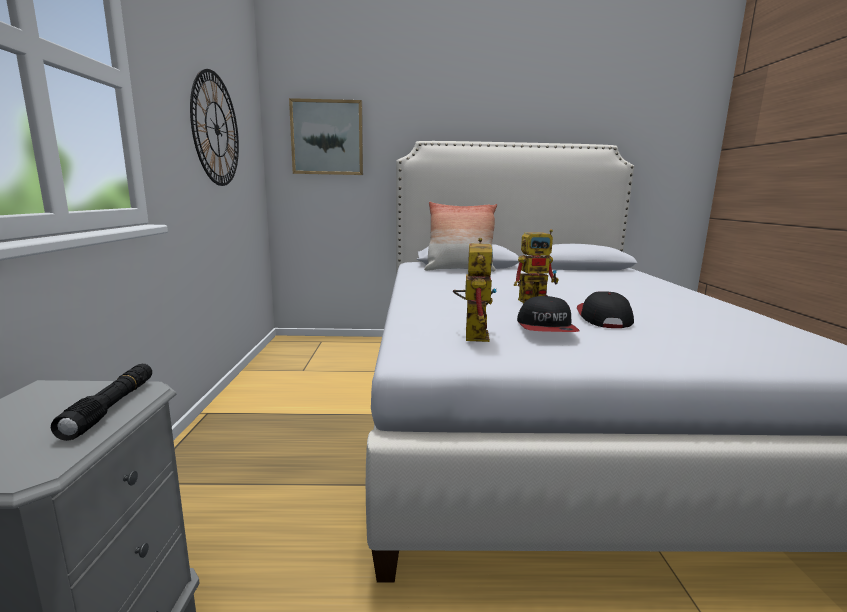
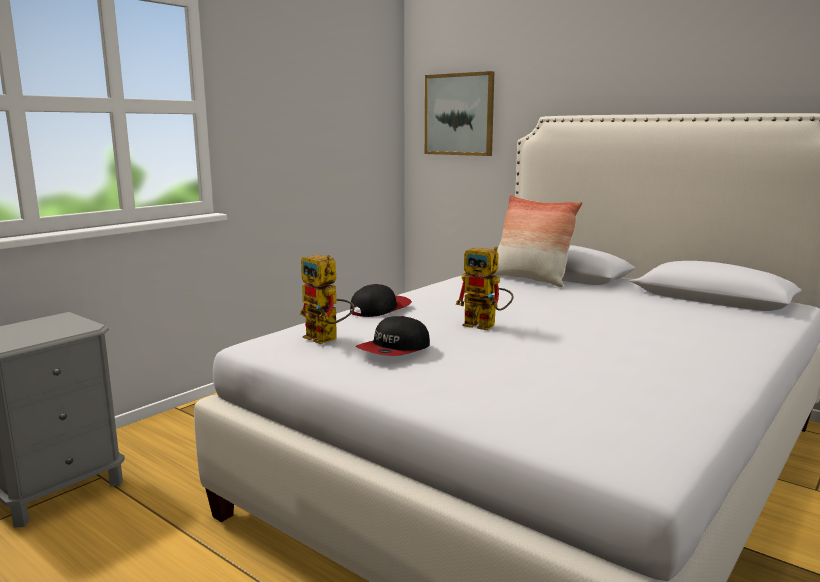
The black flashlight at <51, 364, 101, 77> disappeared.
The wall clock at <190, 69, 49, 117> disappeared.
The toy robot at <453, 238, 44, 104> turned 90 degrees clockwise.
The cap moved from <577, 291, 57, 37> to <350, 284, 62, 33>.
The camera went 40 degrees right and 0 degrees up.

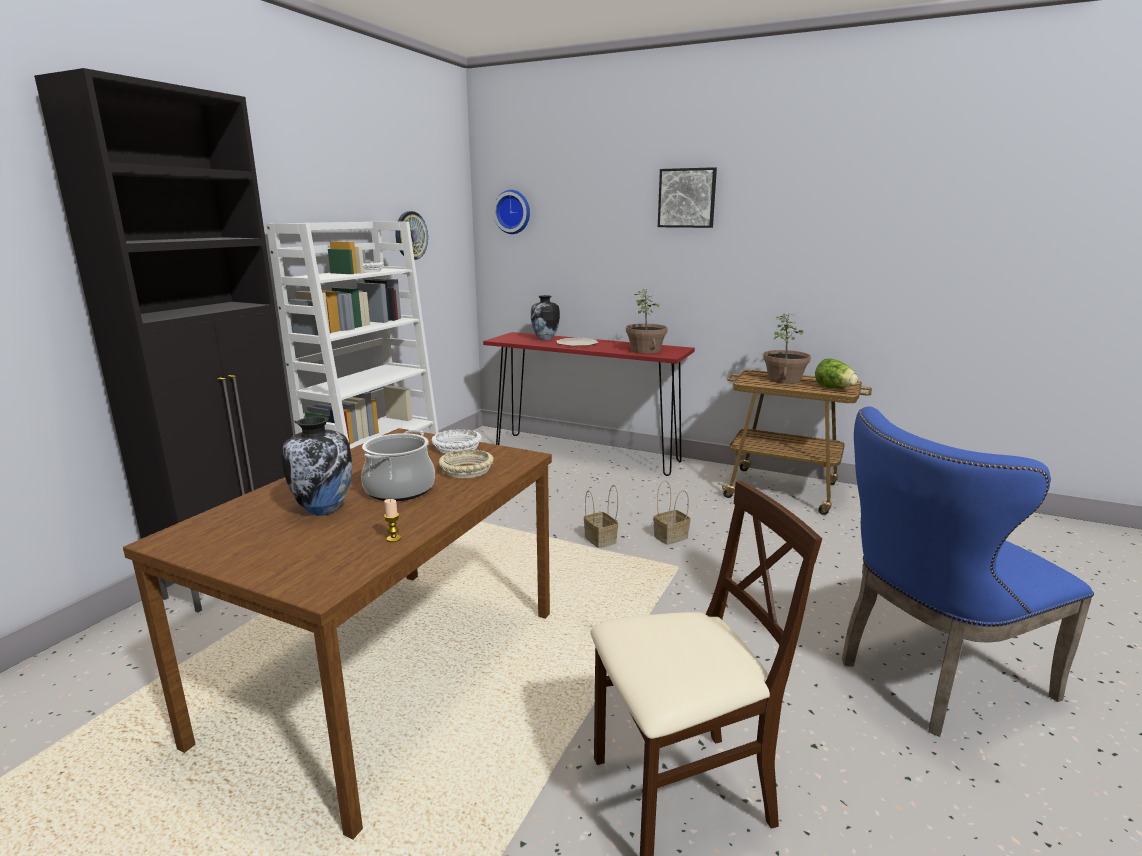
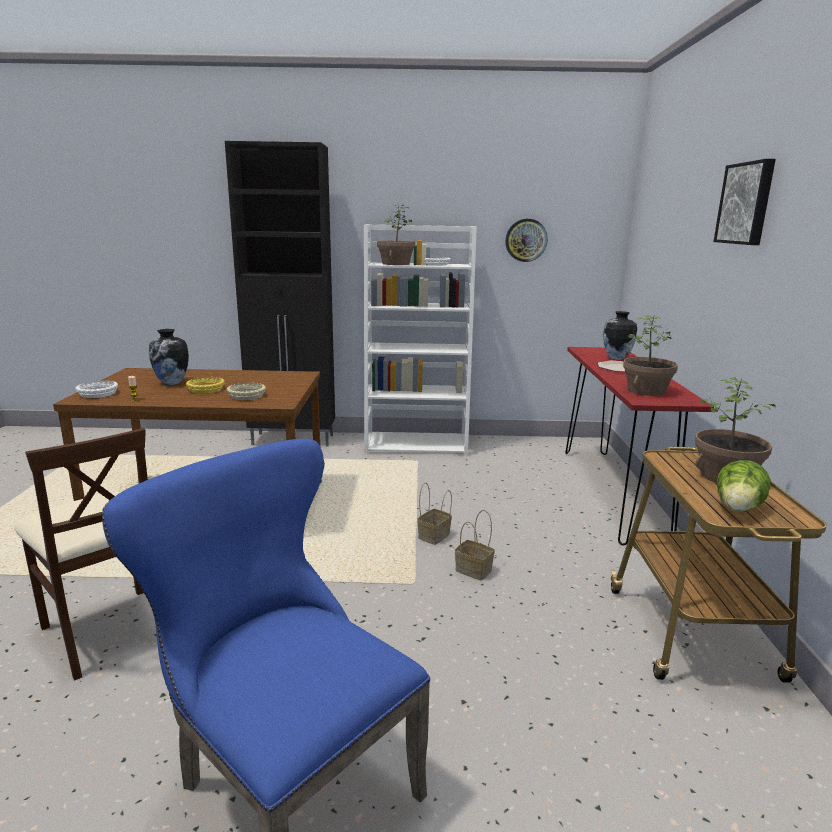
The cooking pot at <361, 430, 74, 71> was replaced by the yellow bowl at <186, 377, 39, 17>.
The white bowl moved from <431, 429, 51, 25> to <75, 380, 43, 18>.
The wall clock at <493, 190, 37, 44> disappeared.
The potted plant at <377, 204, 38, 61> appeared.
The camera went 65 degrees right and 0 degrees up.

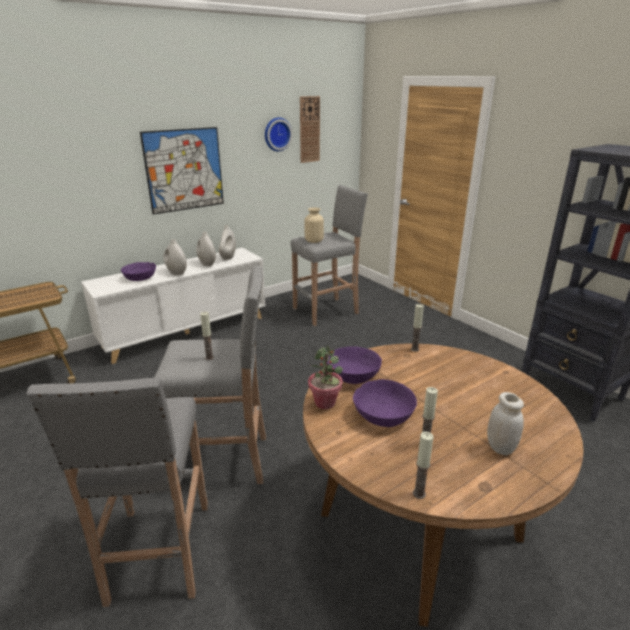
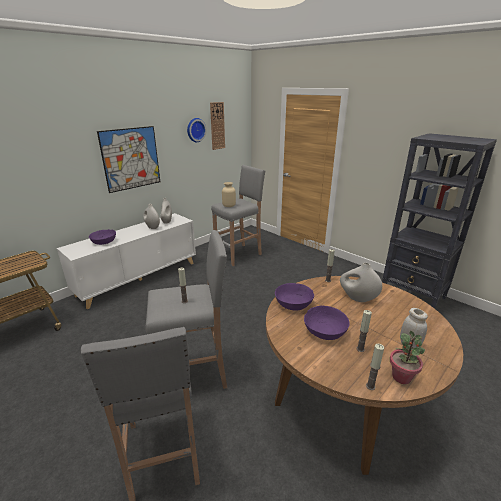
The white vase moved from <164, 239, 23, 36> to <340, 262, 42, 40>.
The potted plant moved from <308, 346, 35, 63> to <390, 331, 35, 53>.
The camera went 10 degrees left and 0 degrees up.

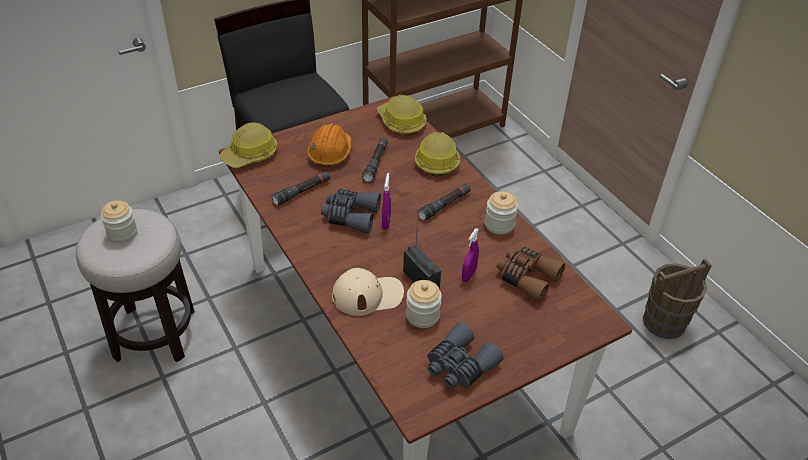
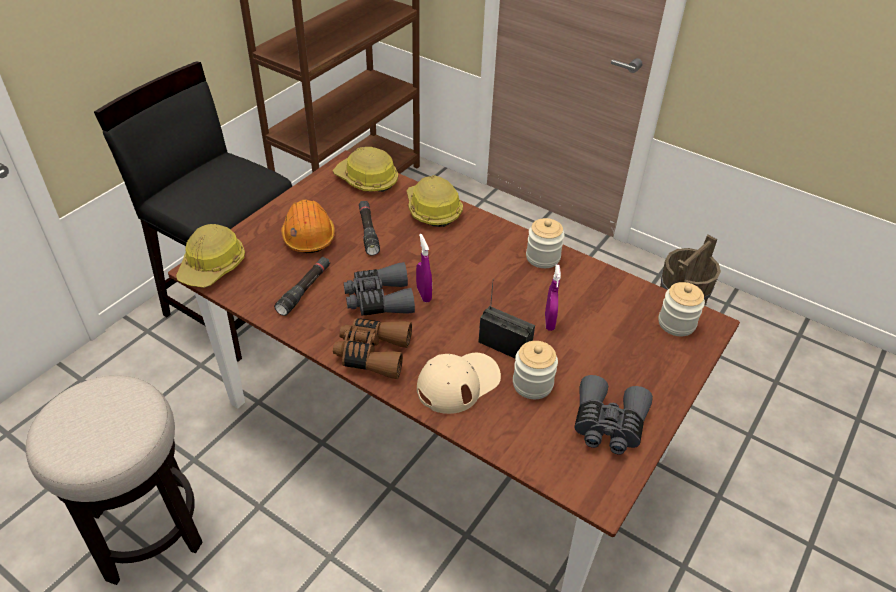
The jar moved from <101, 200, 36, 43> to <659, 282, 46, 54>.
The black flashlight at <418, 183, 53, 38> disappeared.
The brown binoculars moved from <497, 246, 69, 57> to <333, 318, 79, 61>.
The camera went 25 degrees left and 0 degrees up.

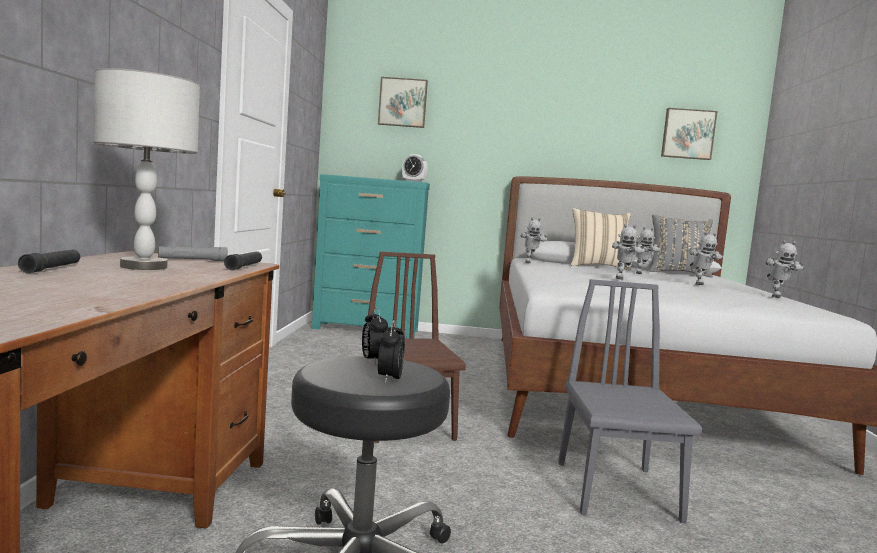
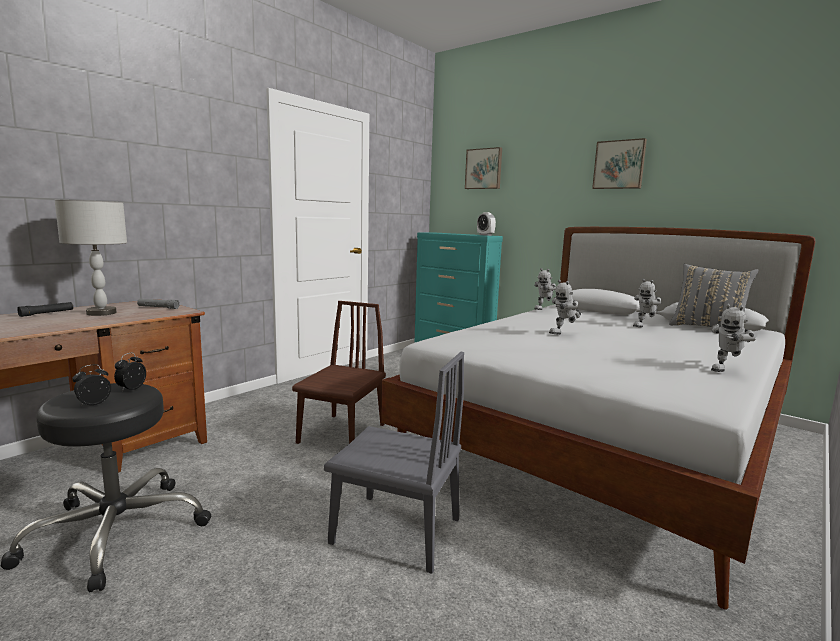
The black flashlight at <224, 251, 38, 19> disappeared.
The grey chair at <558, 279, 144, 244> turned 75 degrees clockwise.
The beige pillow at <571, 208, 60, 63> disappeared.
The picture moved from <661, 108, 56, 52> to <592, 138, 55, 51>.
The toy robot at <689, 232, 34, 53> disappeared.
The camera went 35 degrees right and 5 degrees up.

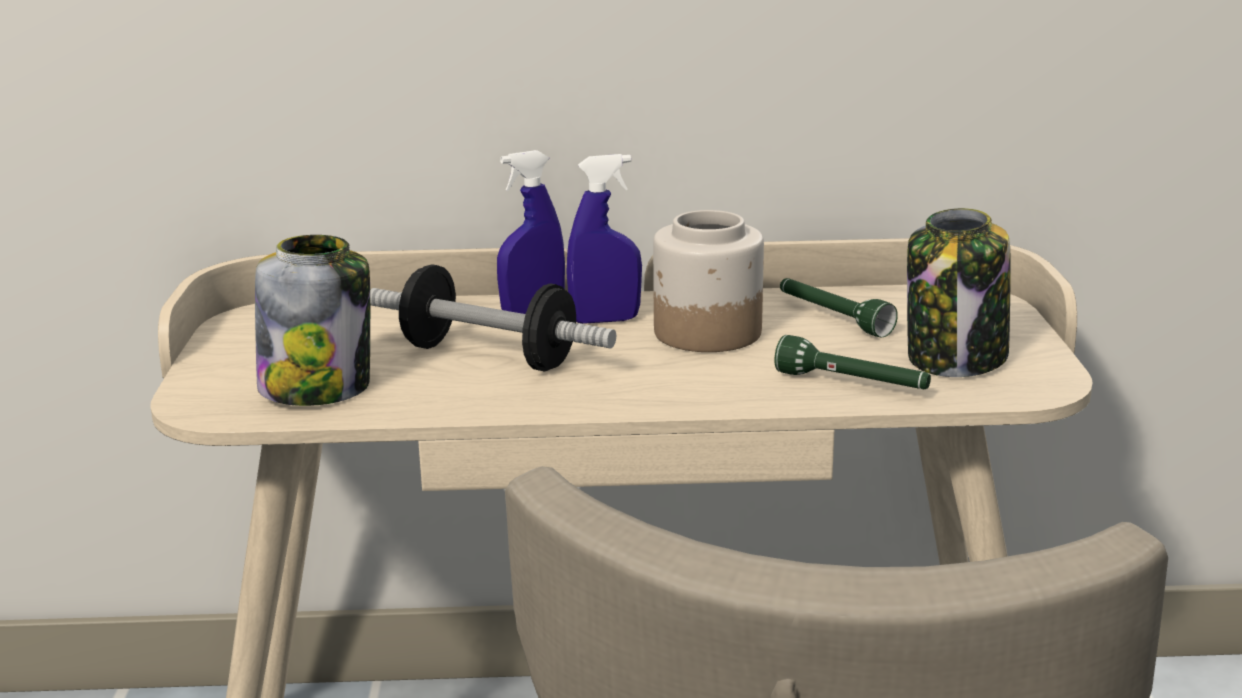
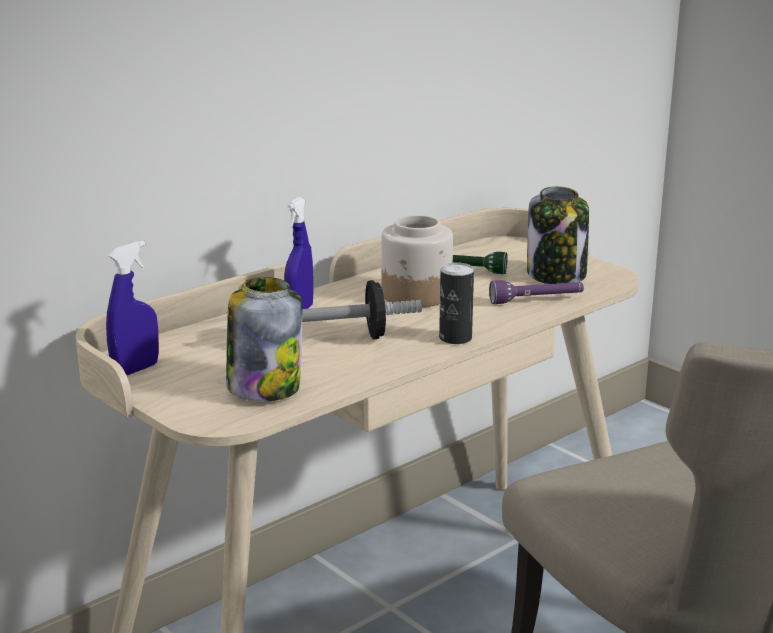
The blue spray bottle moved from <566, 154, 76, 170> to <106, 241, 53, 134>.
The green flashlight at <774, 335, 157, 54> became the purple flashlight at <489, 280, 95, 24>.
The can at <439, 262, 35, 82> appeared.
The camera went 40 degrees left and 0 degrees up.

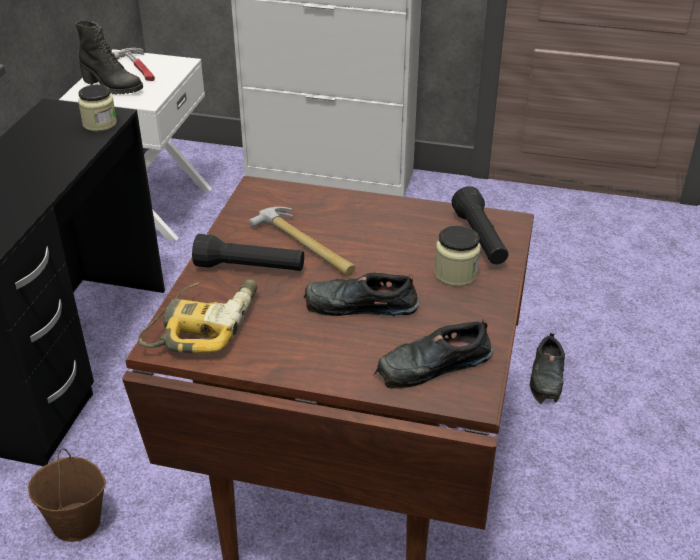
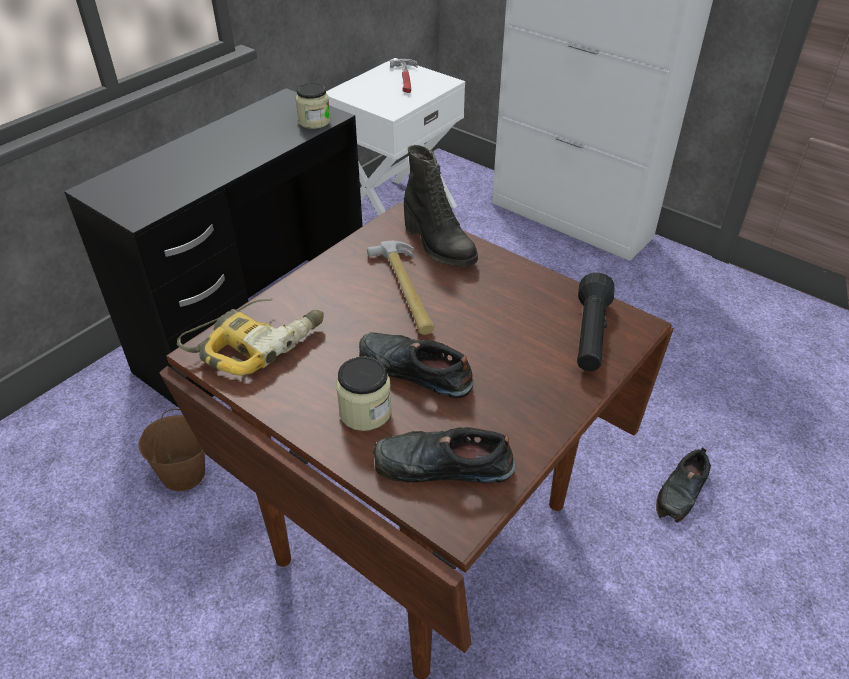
The black boot moved from <75, 21, 68, 73> to <404, 145, 74, 122>.
The black flashlight at <192, 234, 112, 37> disappeared.
The jar moved from <435, 226, 46, 60> to <336, 357, 56, 74>.
The camera went 25 degrees right and 5 degrees up.

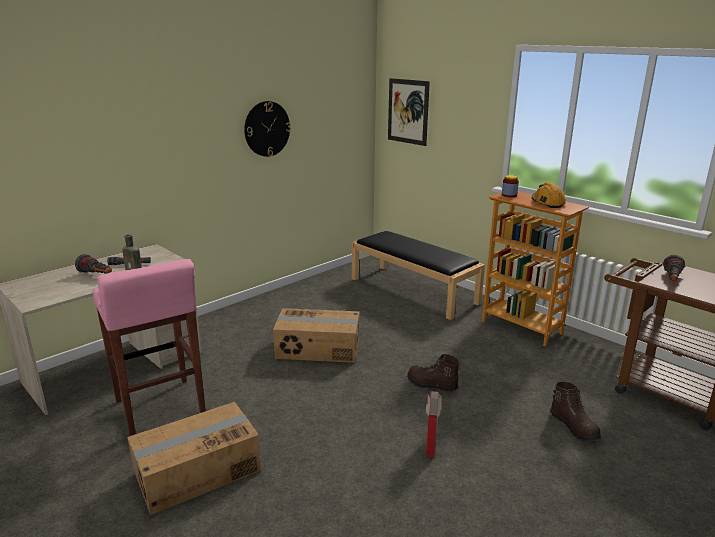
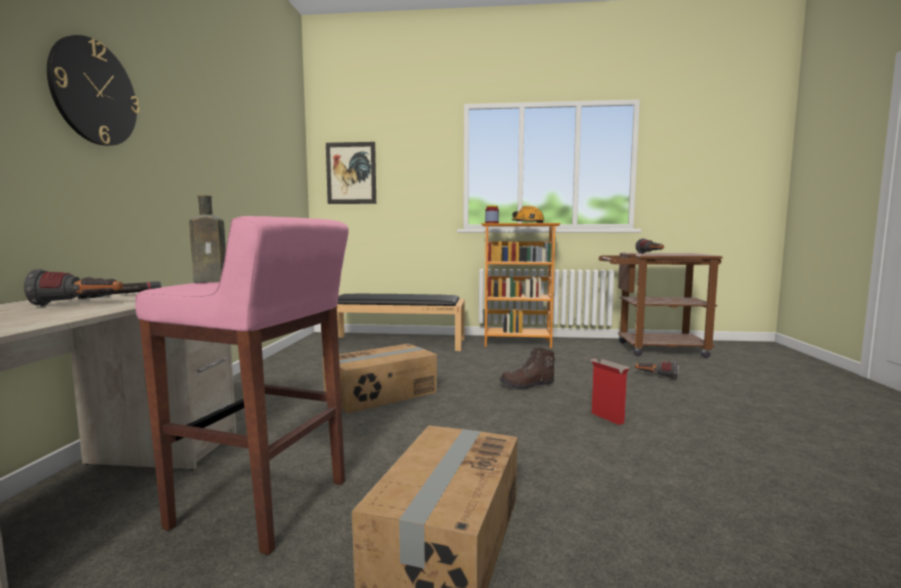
The wall clock moved from <244, 101, 47, 56> to <47, 35, 92, 111>.
The brown boot at <550, 382, 51, 60> was replaced by the flashlight at <635, 361, 44, 19>.
The camera went 40 degrees left and 15 degrees down.

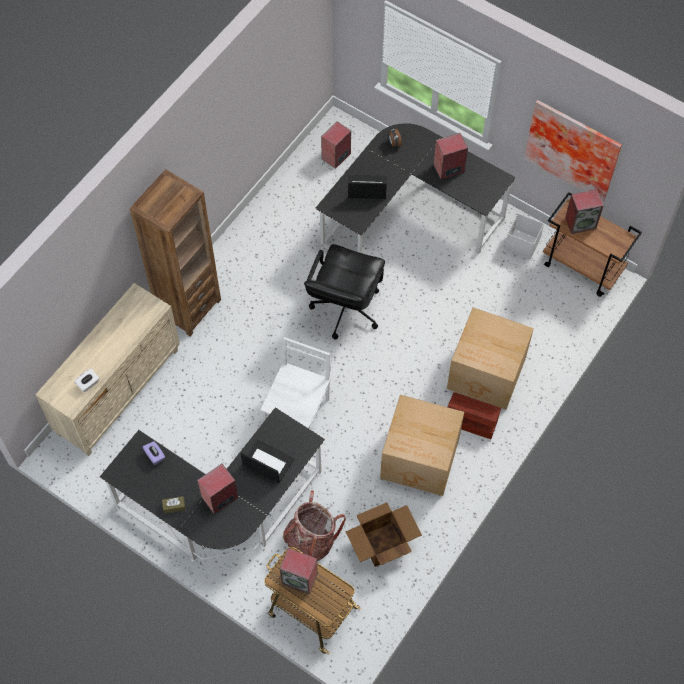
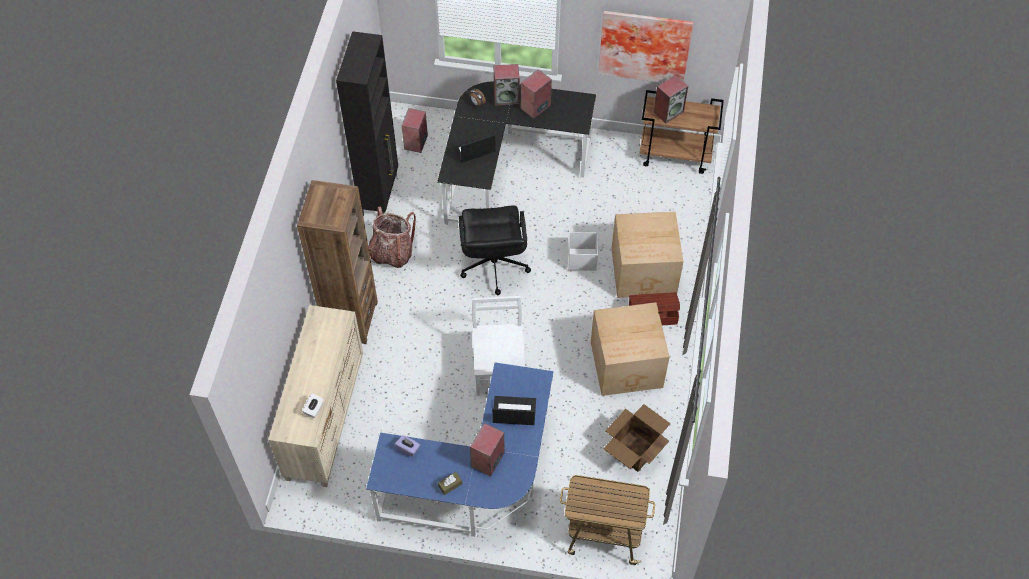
The black desk at <100, 407, 225, 155> became the blue desk at <366, 362, 188, 176>.
The speaker moved from <280, 548, 38, 46> to <494, 64, 26, 42>.
The backpack moved from <283, 490, 63, 71> to <369, 207, 47, 61>.
The white storage box moved from <505, 213, 39, 46> to <568, 232, 30, 39>.
The black cabinet at <336, 31, 62, 185> appeared.
The camera went 25 degrees left and 5 degrees down.

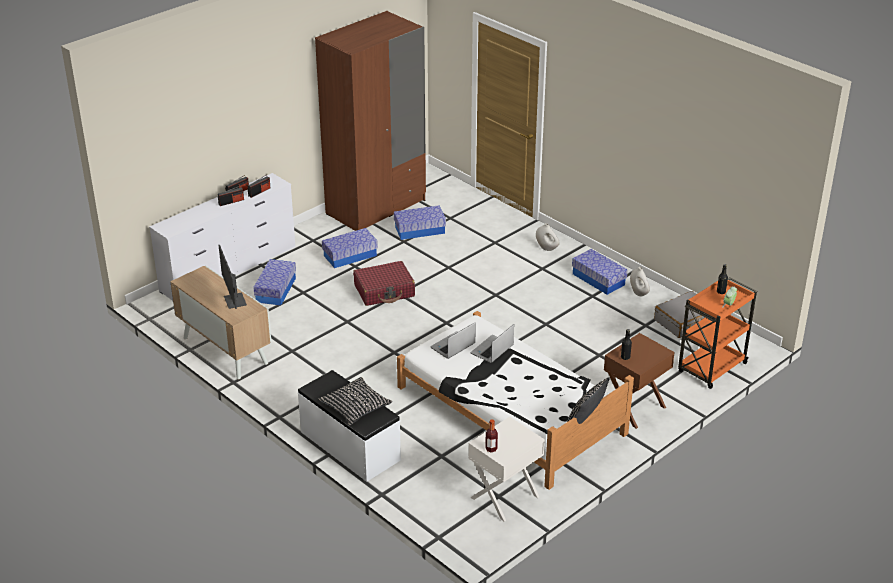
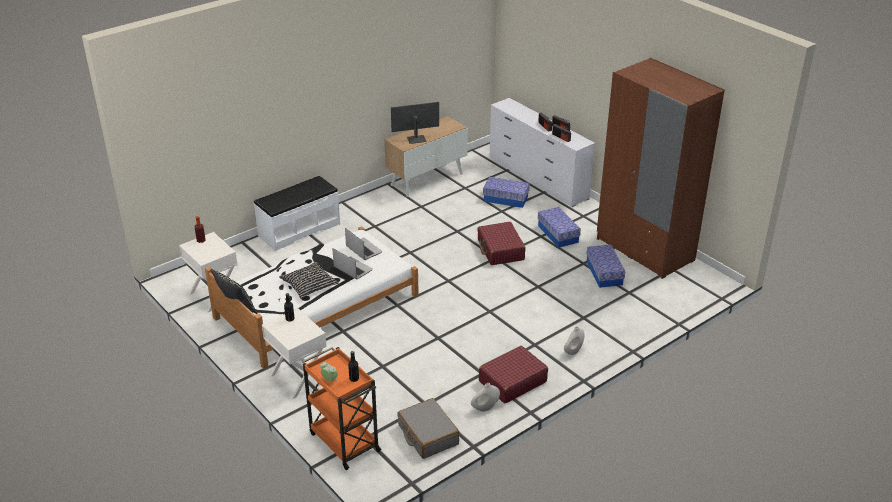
The black pillow moved from <318, 377, 74, 48> to <279, 261, 60, 38>.
The storage box at <572, 249, 56, 46> was replaced by the red suitcase at <479, 346, 69, 57>.
The brown nightstand at <604, 333, 71, 96> became the white nightstand at <262, 308, 65, 91>.
The camera went 95 degrees right and 0 degrees up.

